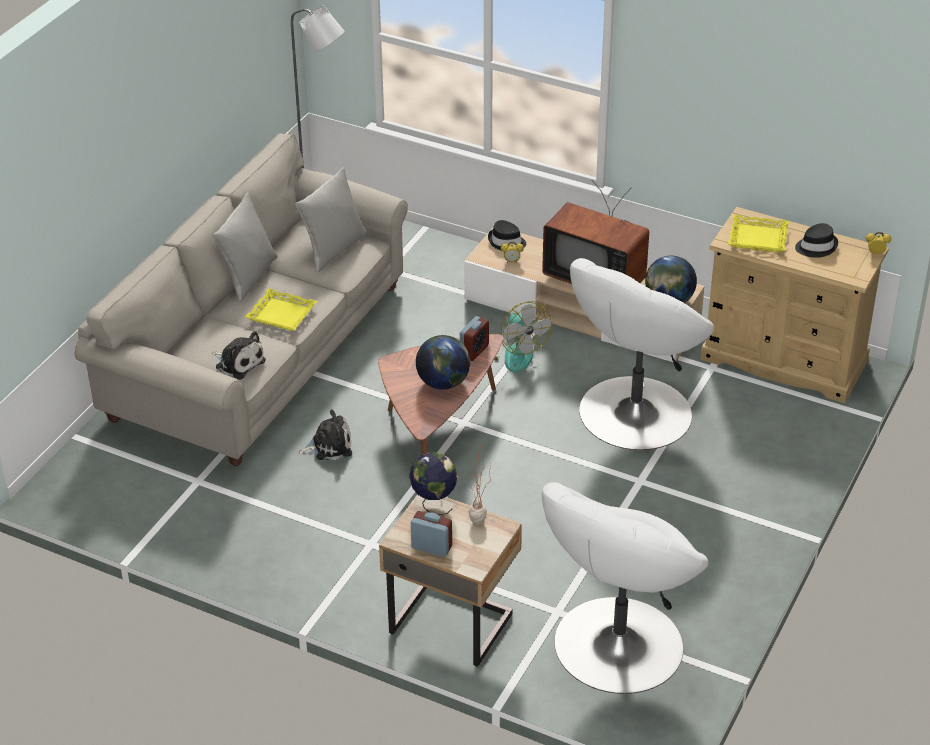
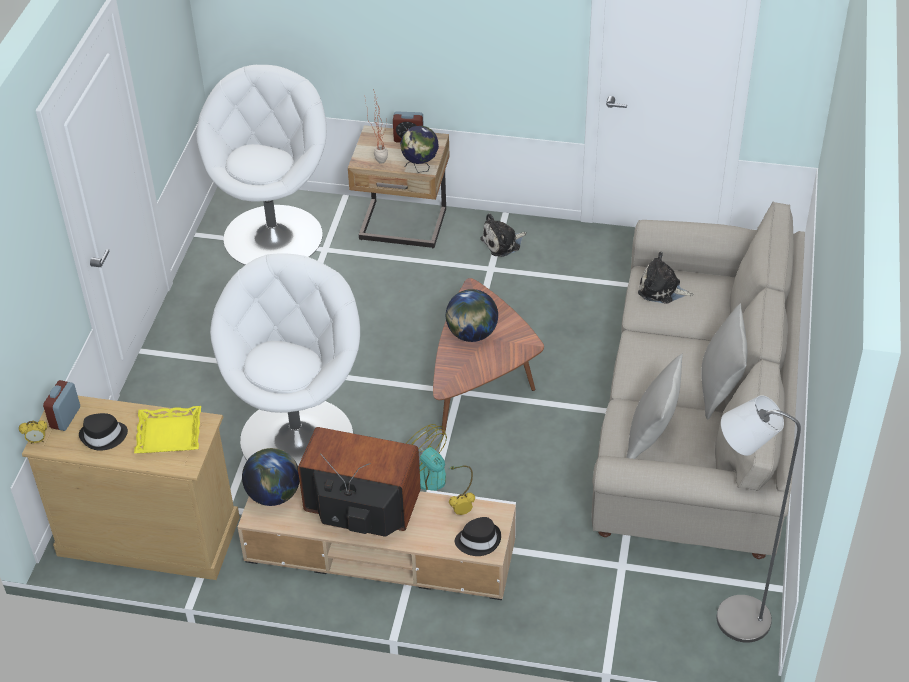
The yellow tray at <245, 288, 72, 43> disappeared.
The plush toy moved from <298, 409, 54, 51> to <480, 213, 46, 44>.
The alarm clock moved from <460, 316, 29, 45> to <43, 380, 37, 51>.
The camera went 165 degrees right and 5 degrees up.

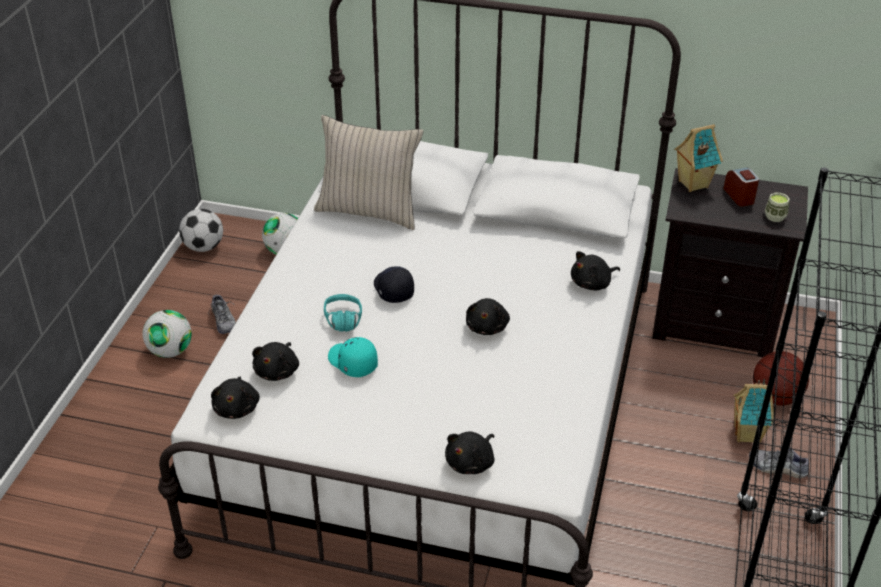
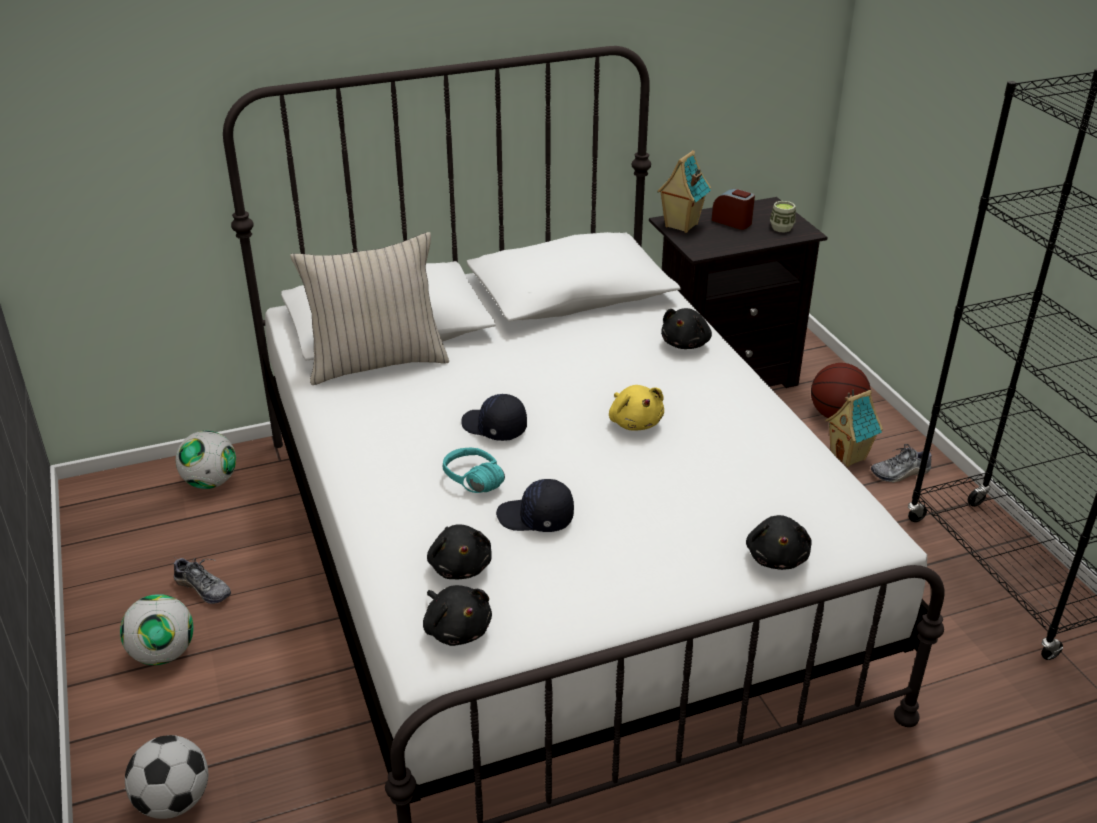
The football moved from <179, 209, 44, 43> to <125, 735, 83, 84>.
The turquoise cap at <328, 337, 50, 40> became the black cap at <496, 479, 78, 53>.
The black plush toy at <466, 298, 44, 37> became the yellow plush toy at <609, 385, 55, 46>.
The camera went 35 degrees left and 5 degrees down.

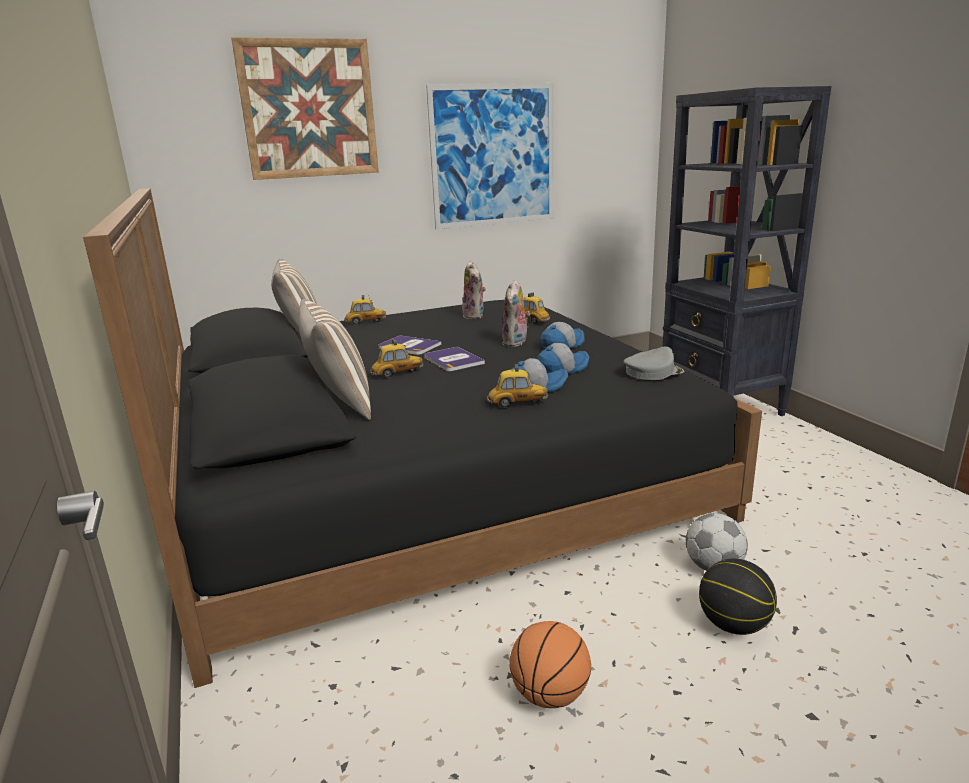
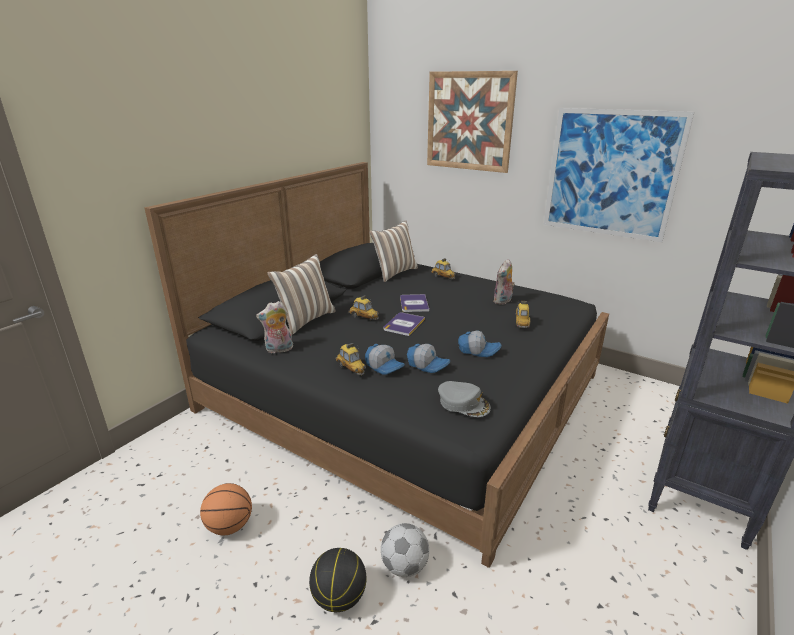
The plush toy moved from <502, 279, 28, 68> to <256, 301, 37, 53>.
The camera went 55 degrees right and 5 degrees up.

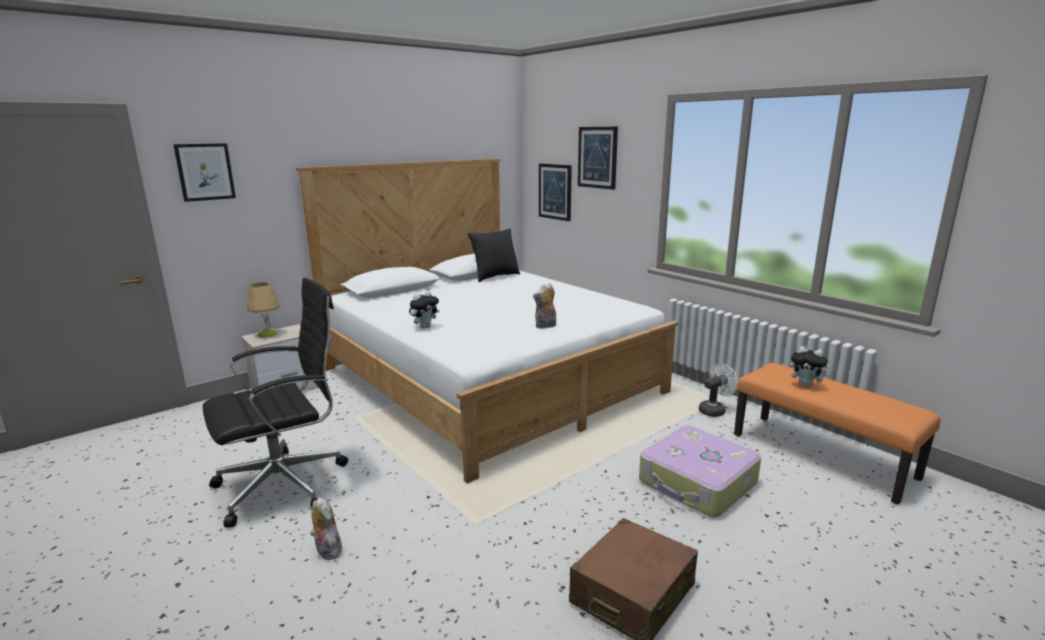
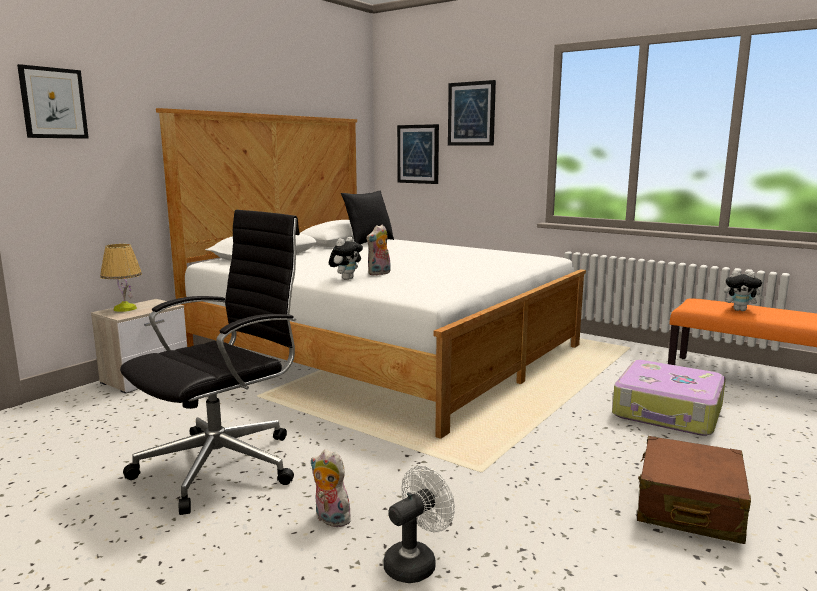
The plush toy moved from <533, 283, 23, 46> to <366, 225, 25, 51>.
The white fan moved from <699, 364, 39, 53> to <383, 466, 72, 117>.
The camera went 15 degrees left and 5 degrees down.

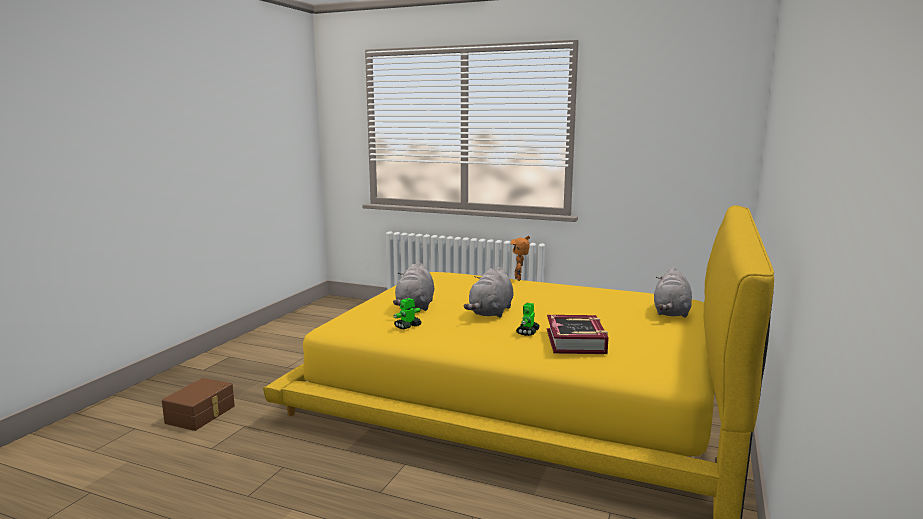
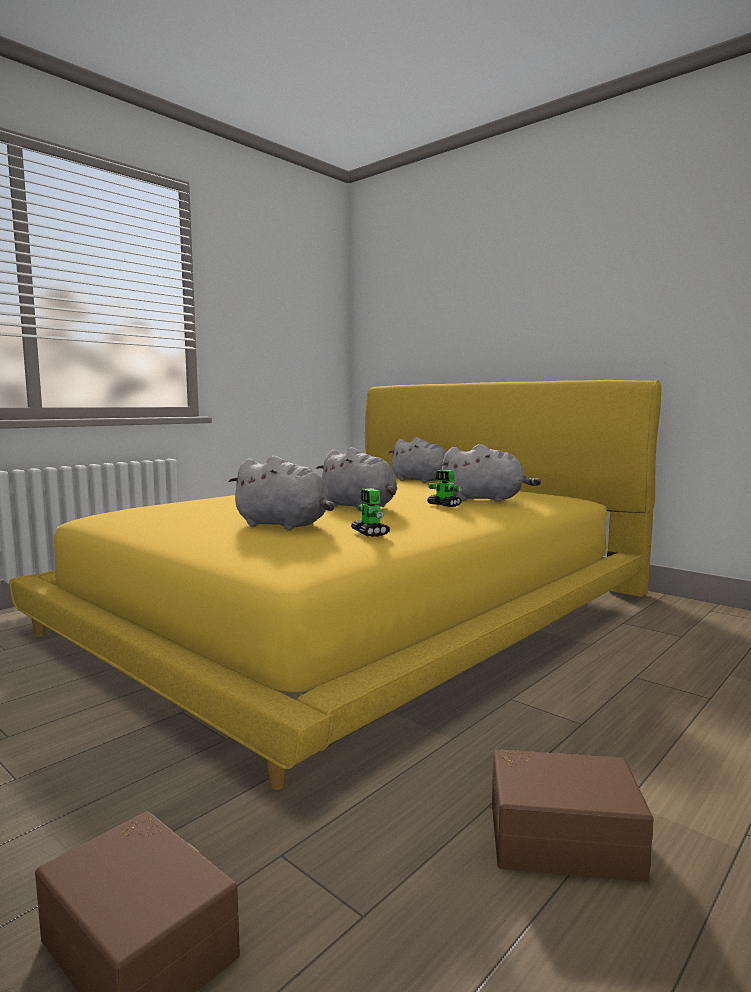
The toy robot at <511, 236, 19, 45> disappeared.
The book at <547, 315, 62, 39> was replaced by the grey plush toy at <441, 444, 100, 58>.
The brown storage box at <492, 750, 162, 132> appeared.
The camera went 70 degrees left and 5 degrees down.

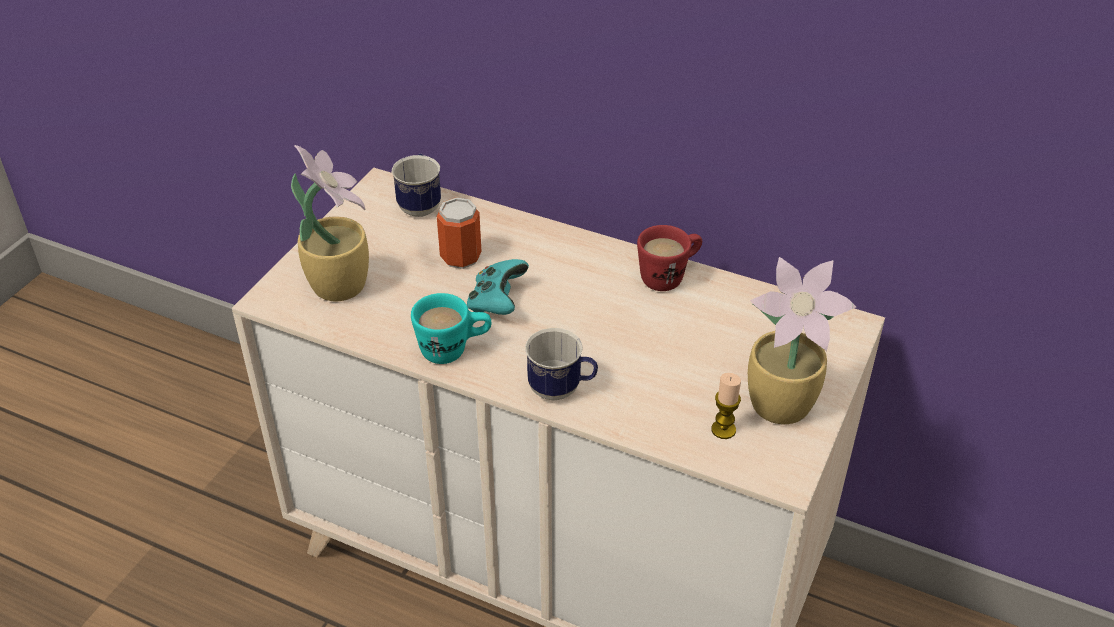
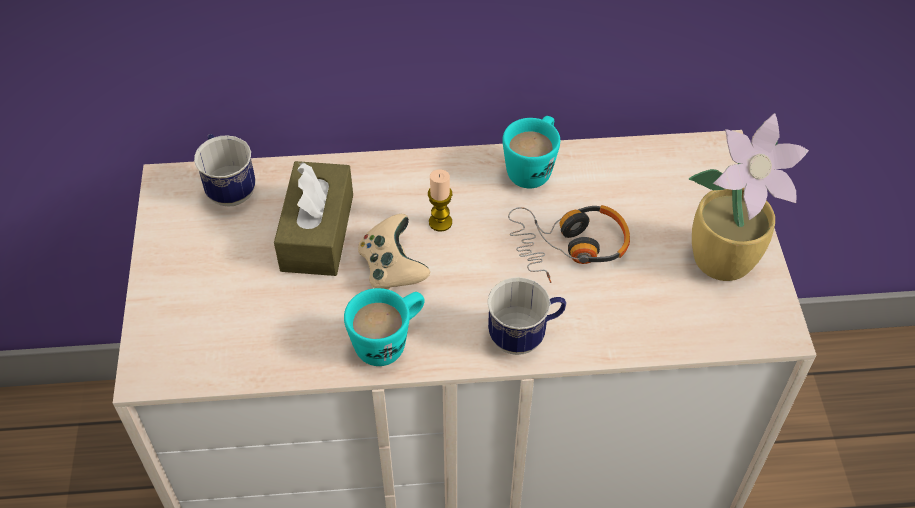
The potted plant at <291, 145, 78, 156> disappeared.
The can at <437, 197, 45, 72> was replaced by the brown tissue box at <274, 161, 79, 115>.
The turquoise game controller at <467, 259, 62, 56> became the beige game controller at <358, 214, 72, 75>.
The red mug at <637, 225, 65, 66> became the turquoise mug at <503, 116, 57, 72>.
The candle moved from <711, 373, 30, 66> to <428, 170, 24, 61>.
The headphones at <508, 205, 122, 78> appeared.
The camera went 30 degrees left and 10 degrees up.

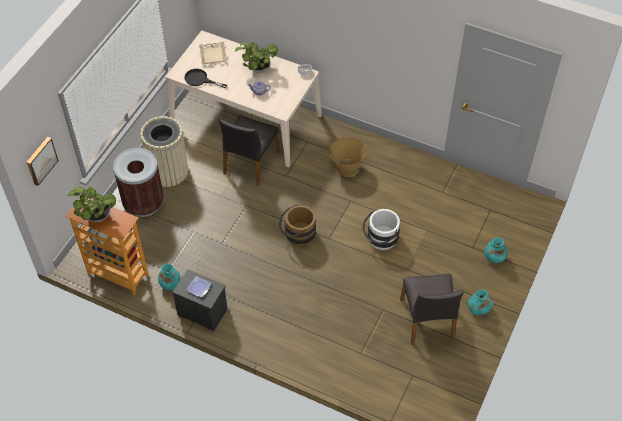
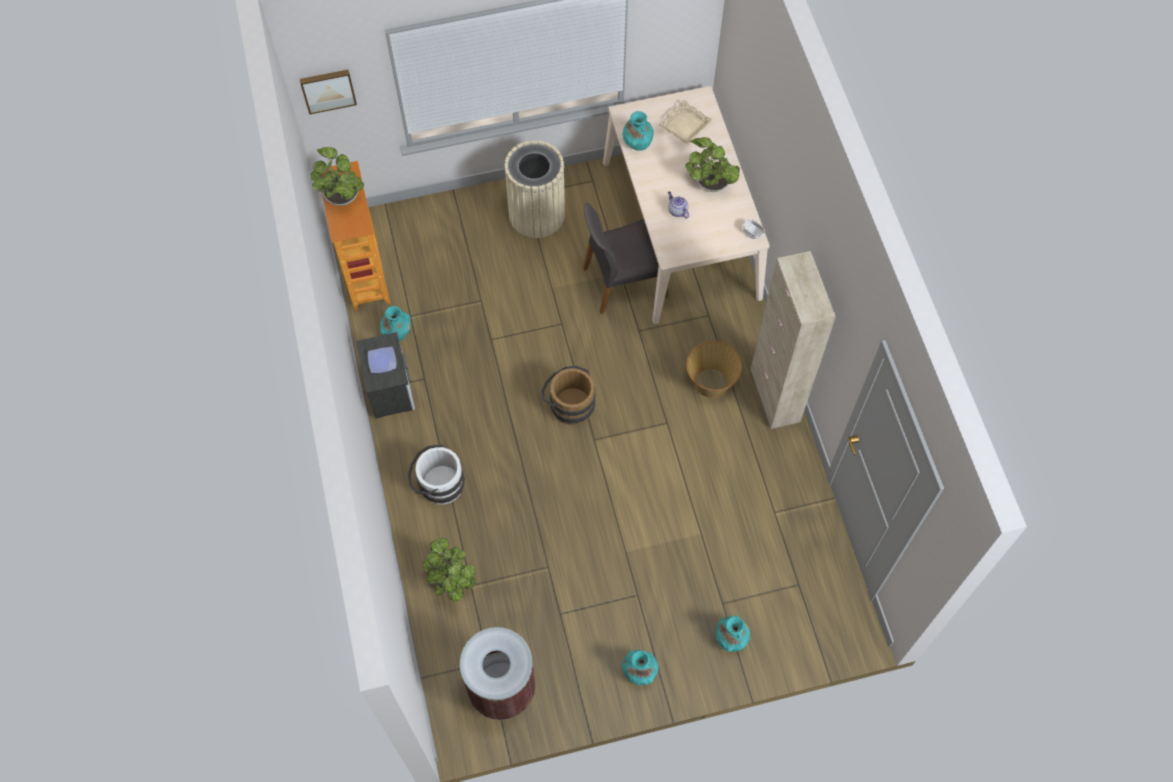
The brown trash can moved from <113, 148, 51, 69> to <460, 627, 75, 93>.
The black frying pan at <184, 69, 43, 19> was replaced by the turquoise vase at <623, 111, 31, 40>.
The white bucket moved from <362, 209, 38, 41> to <408, 444, 57, 60>.
The grey chair at <400, 273, 64, 72> disappeared.
The potted plant at <423, 538, 53, 63> appeared.
The beige cabinet at <751, 251, 85, 178> appeared.
The camera went 50 degrees right and 10 degrees up.

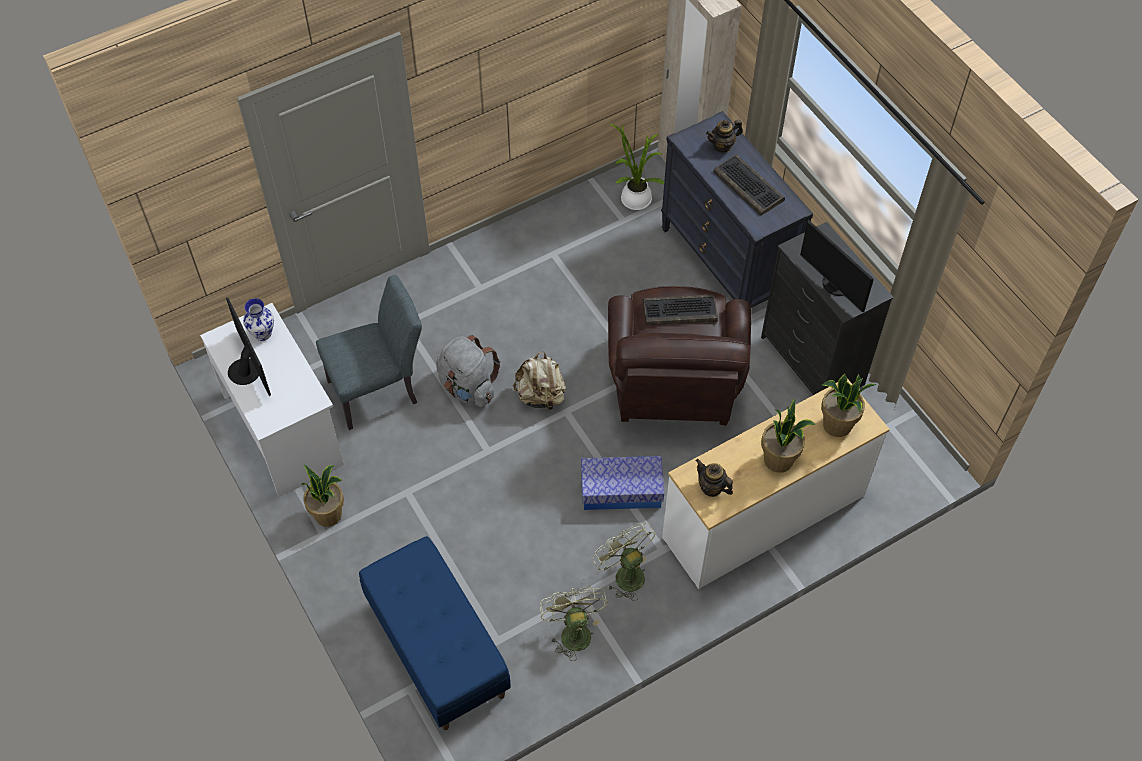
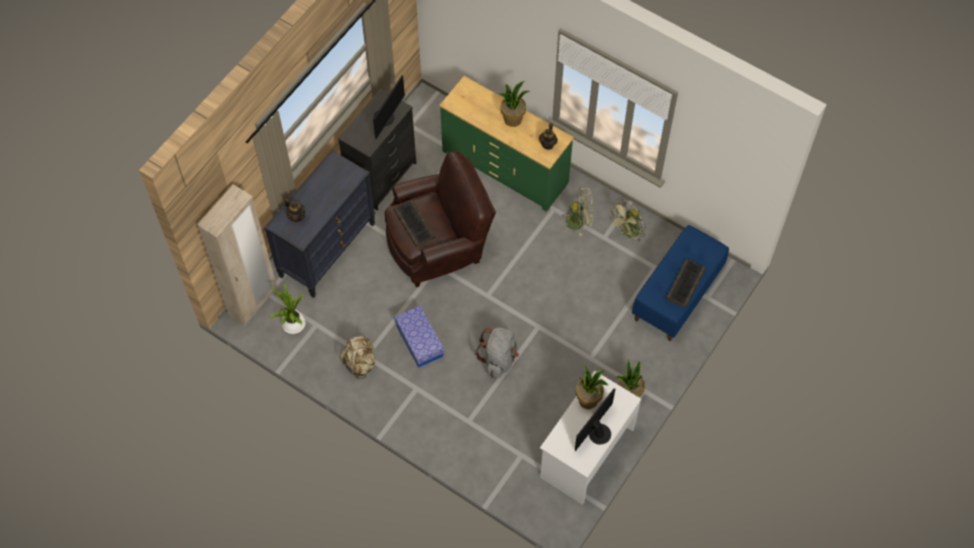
The vase at <243, 298, 31, 43> disappeared.
The grey chair at <316, 275, 106, 155> disappeared.
The beige backpack moved from <513, 351, 54, 61> to <339, 336, 36, 43>.
The storage box moved from <581, 456, 83, 54> to <394, 305, 50, 63>.
The green fan at <593, 523, 62, 78> turned 120 degrees counterclockwise.
The white dresser at <662, 378, 228, 211> became the green dresser at <439, 76, 135, 136>.
The keyboard moved from <713, 154, 72, 62> to <666, 259, 40, 49>.
The potted plant moved from <821, 374, 56, 63> to <576, 365, 32, 44>.
The camera went 115 degrees left and 5 degrees up.

